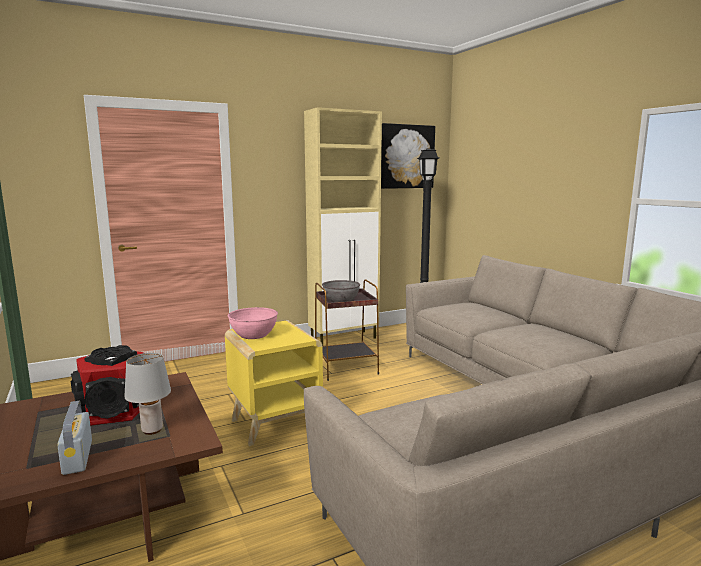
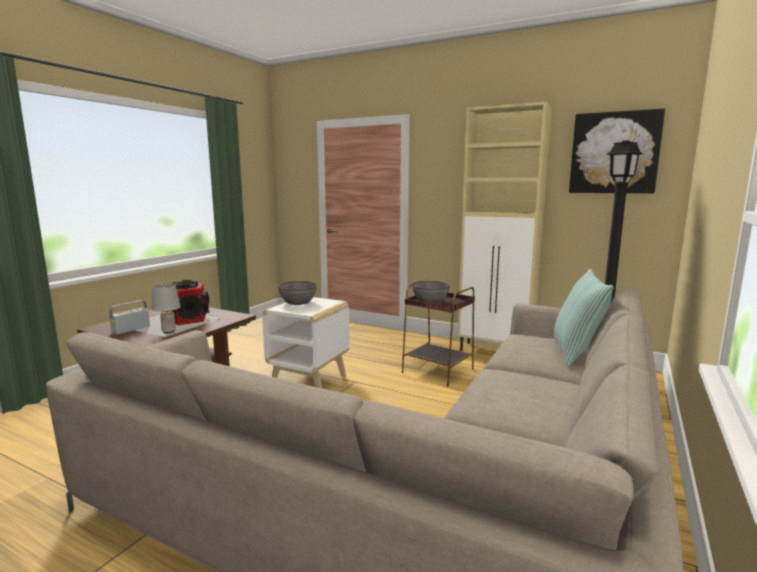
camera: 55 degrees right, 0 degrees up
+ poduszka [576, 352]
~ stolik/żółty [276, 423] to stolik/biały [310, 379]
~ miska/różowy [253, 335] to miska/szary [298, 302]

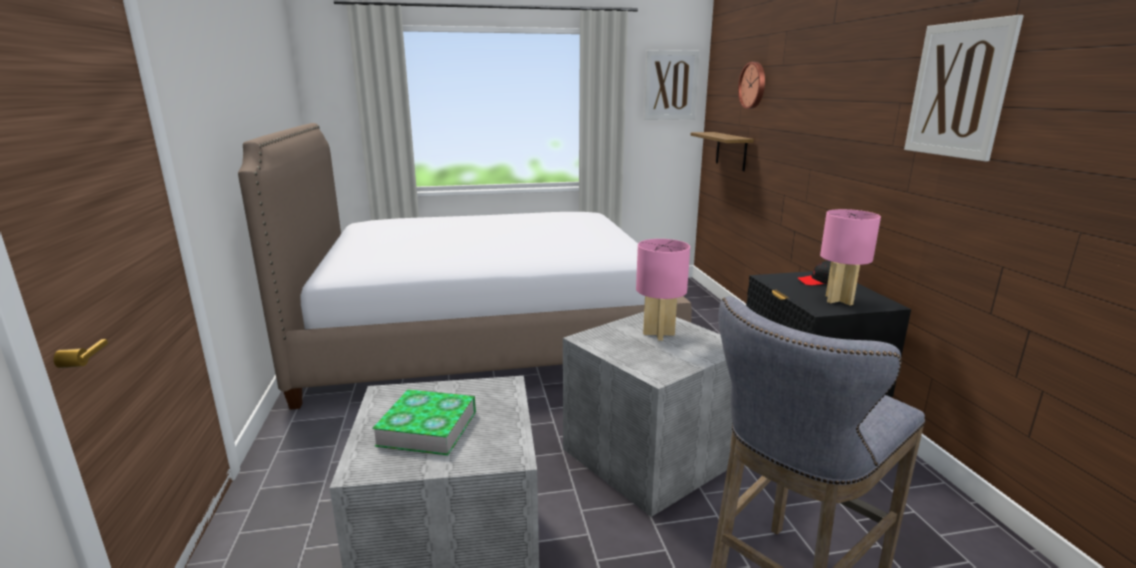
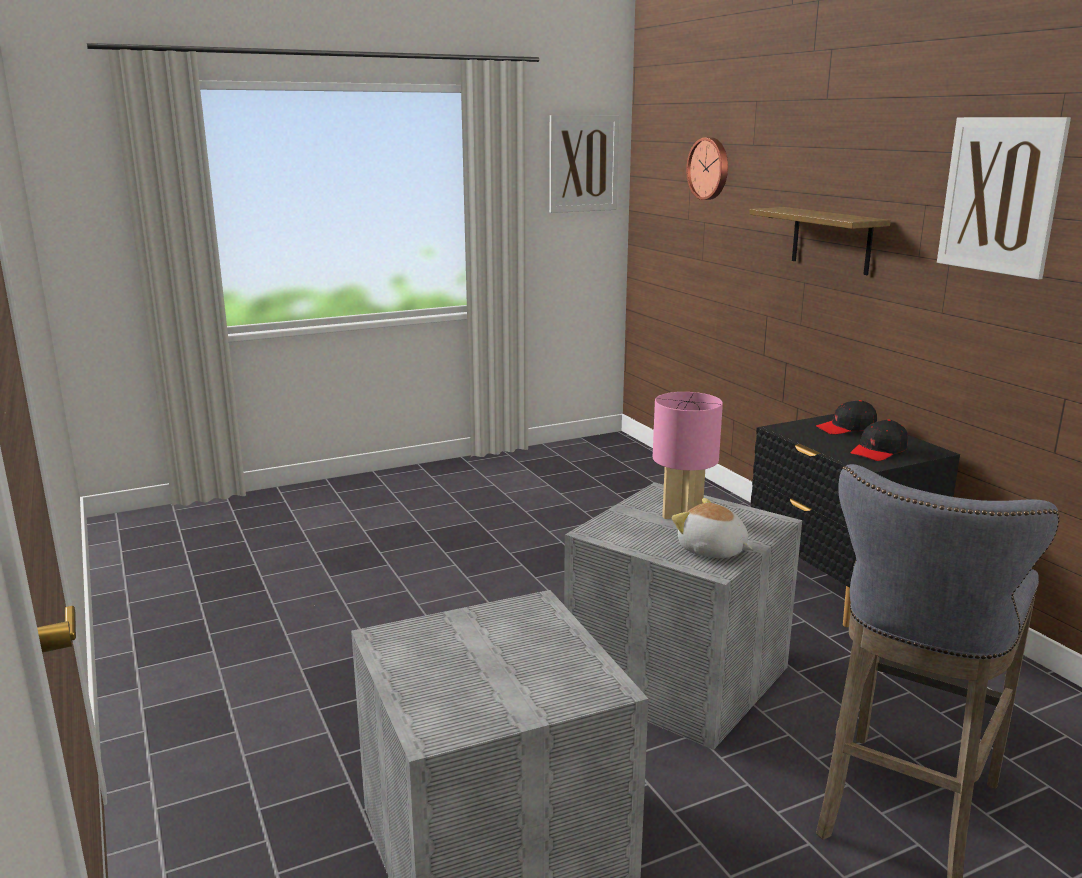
camera: 15 degrees left, 0 degrees up
- łóżko [486, 335]
- książka [427, 428]
+ pluszak [711, 550]
~ półka [731, 151] to [831, 240]
~ lampa stołowa/różowy [839, 300] to czapka z daszkiem/czarny [879, 451]

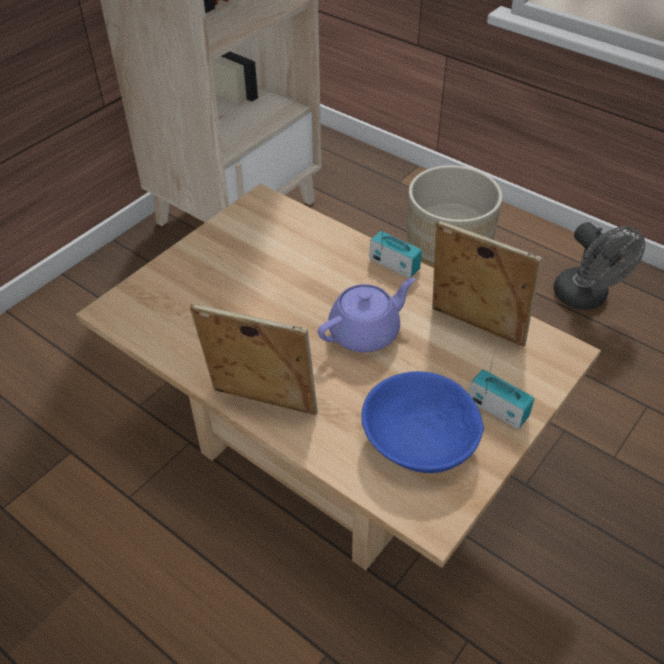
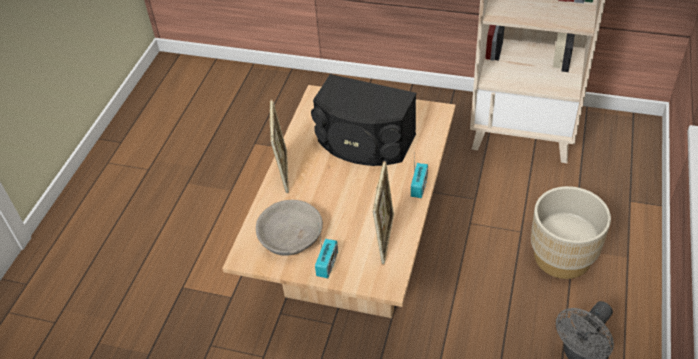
camera: 70 degrees right, 0 degrees up
- imbryk/fioletowy [365, 332]
+ głośnik/czarny [364, 143]
~ miska/niebieski [419, 438] to miska/szary [291, 237]

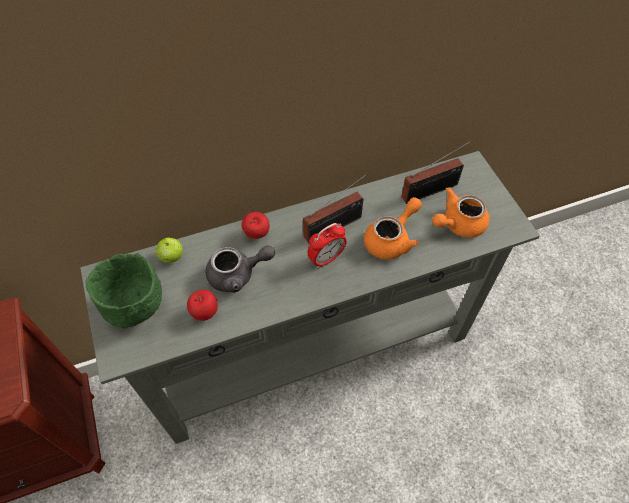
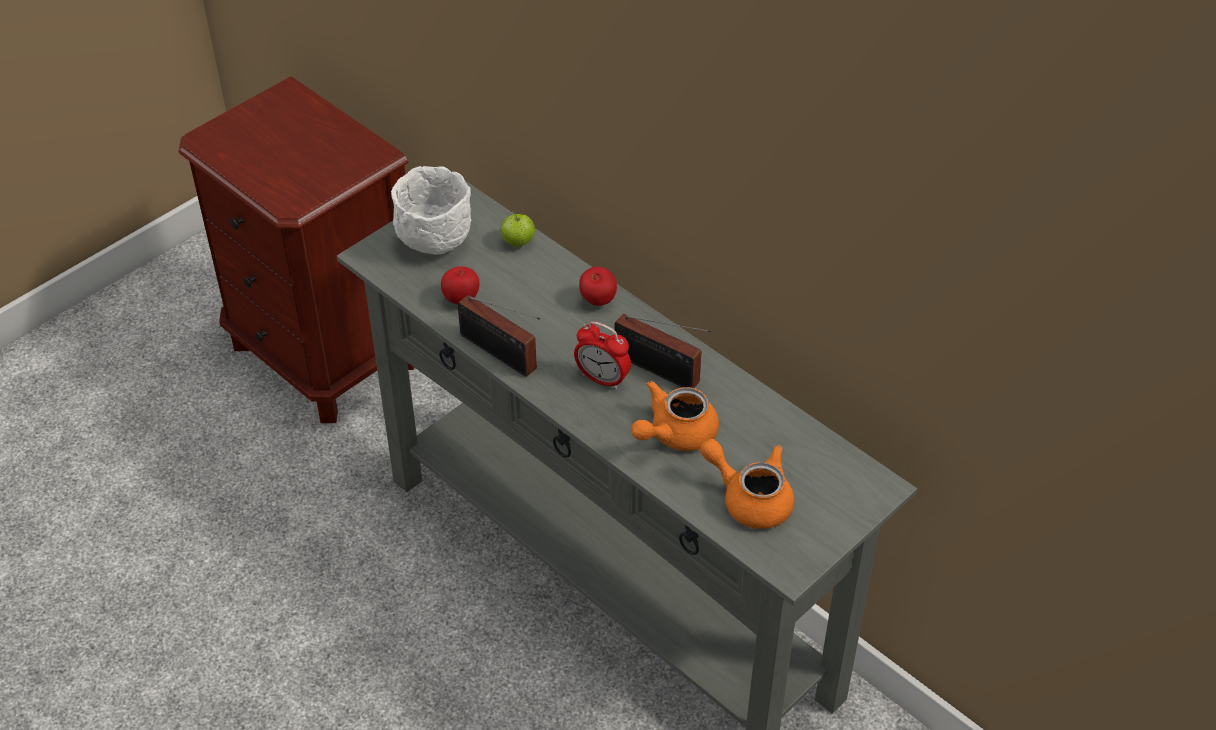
camera: 65 degrees right, 10 degrees down
- imbryk/szary [238, 274]
~ radio [433, 190] to [501, 355]
~ miska/zielony [136, 309] to miska/biały [433, 244]
~ imbryk/pomarańczowy [391, 239] = [674, 434] 120 degrees clockwise

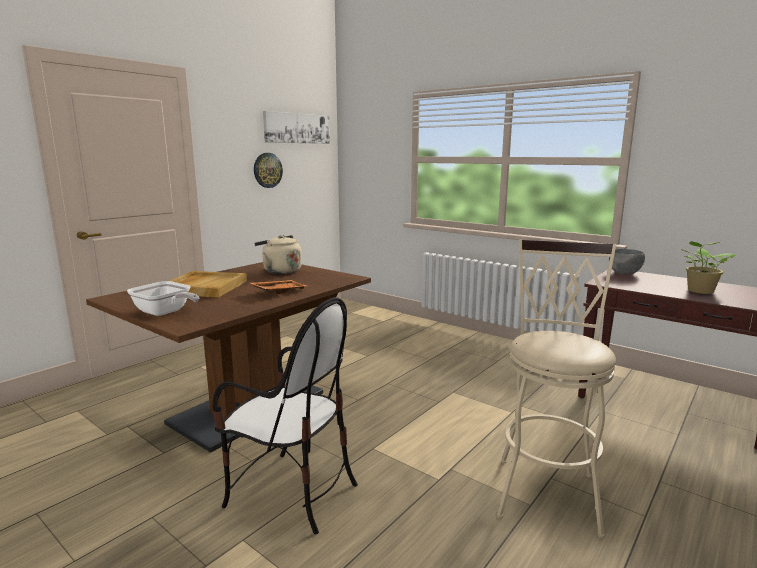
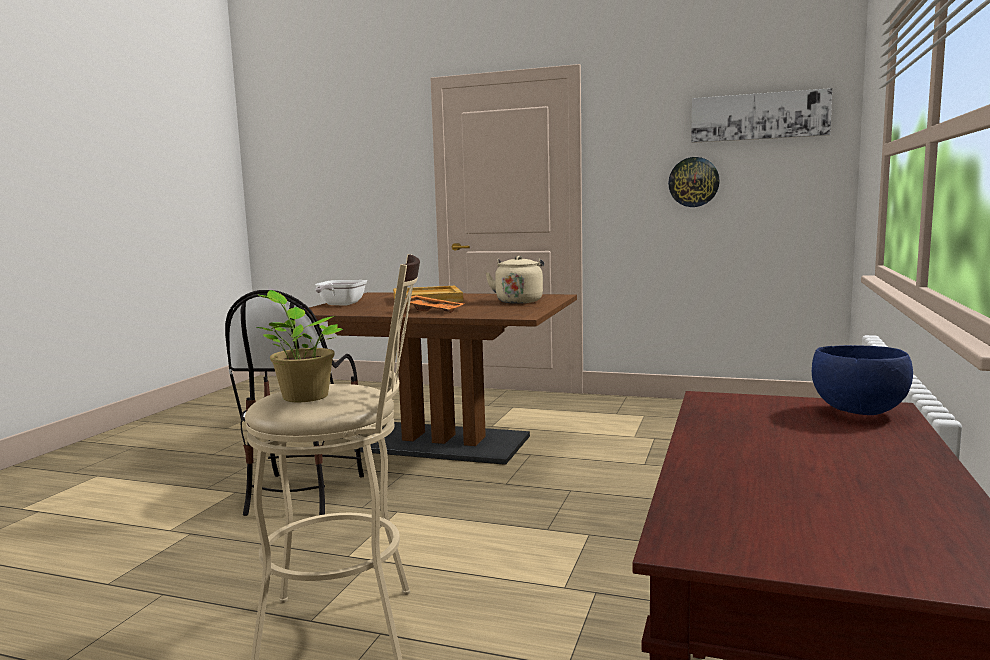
camera: 70 degrees right, 5 degrees down
~ roślina doniczkowa [699, 291] to [303, 396]
~ miska/szary [624, 273] to miska/niebieski [859, 412]

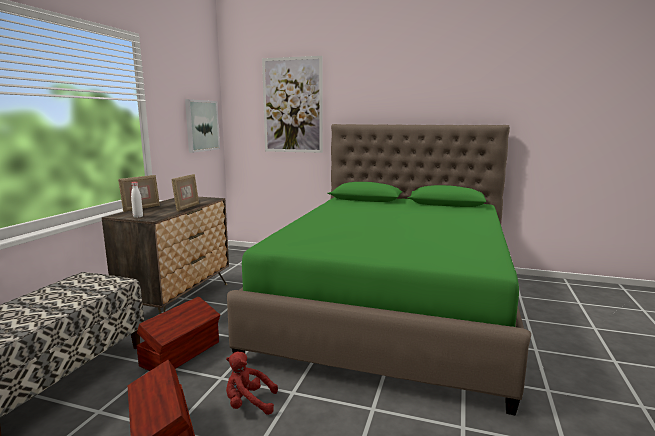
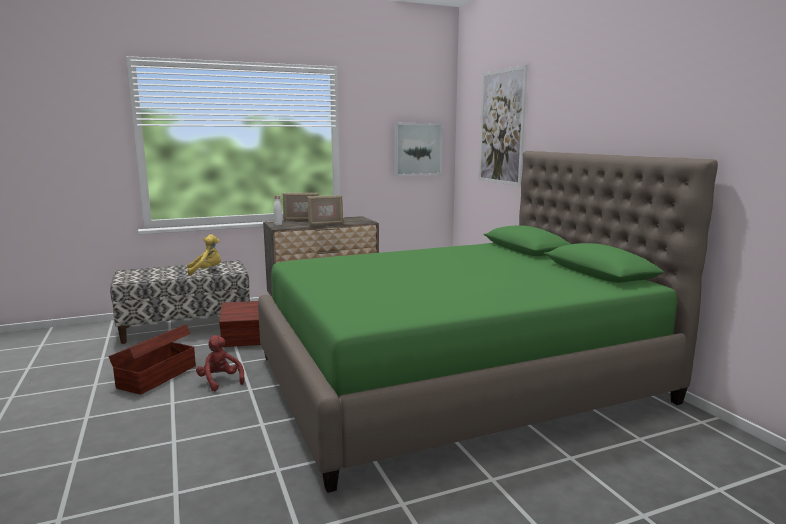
camera: 50 degrees right, 0 degrees up
+ pluszak/żółty [206, 271]

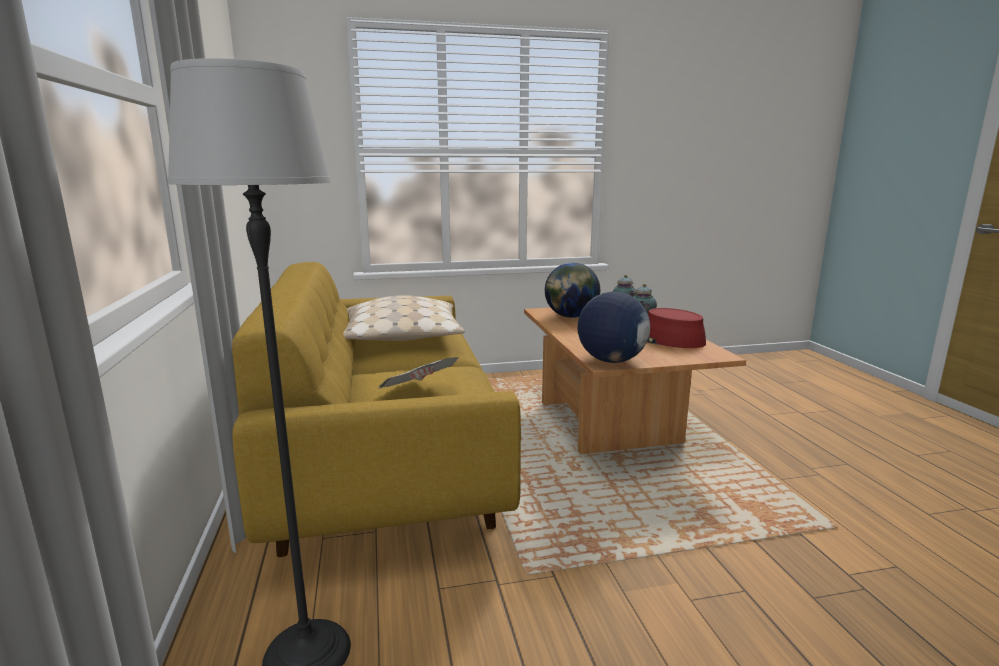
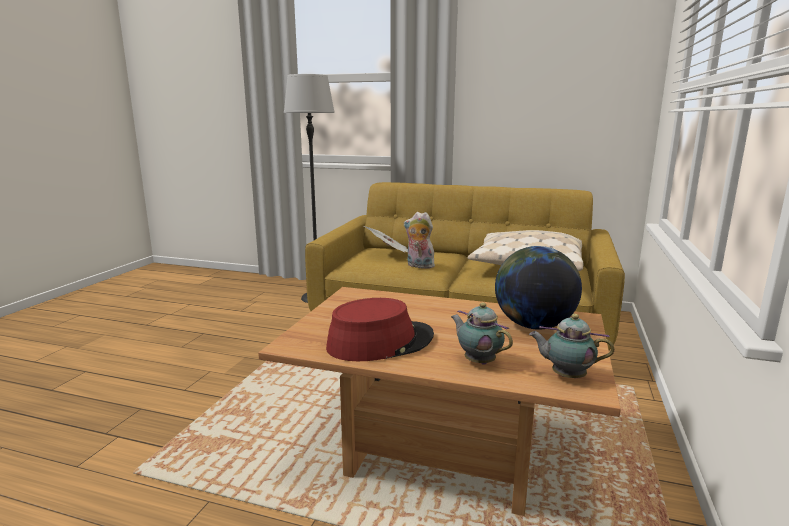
camera: 120 degrees right, 0 degrees up
- globus [611, 361]
+ pluszak [419, 266]

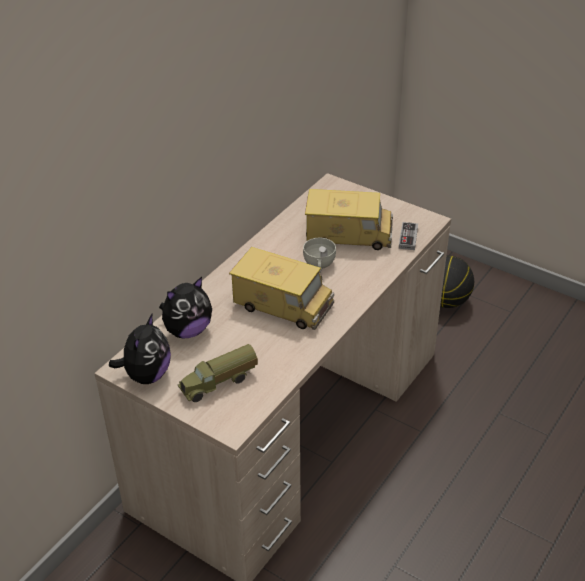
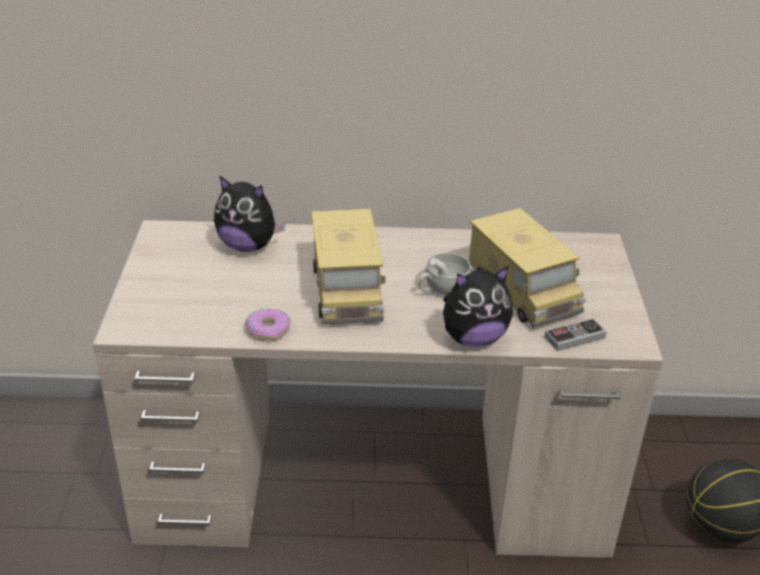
camera: 55 degrees right, 5 degrees down
- ciężarówka zabawkowa [219, 383]
+ donut [268, 329]
~ pluszak [146, 375] to [473, 338]

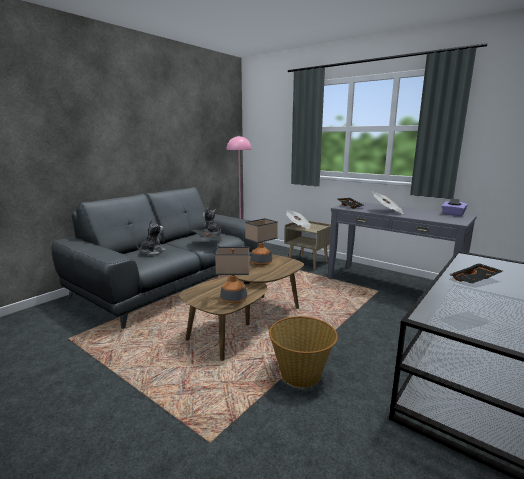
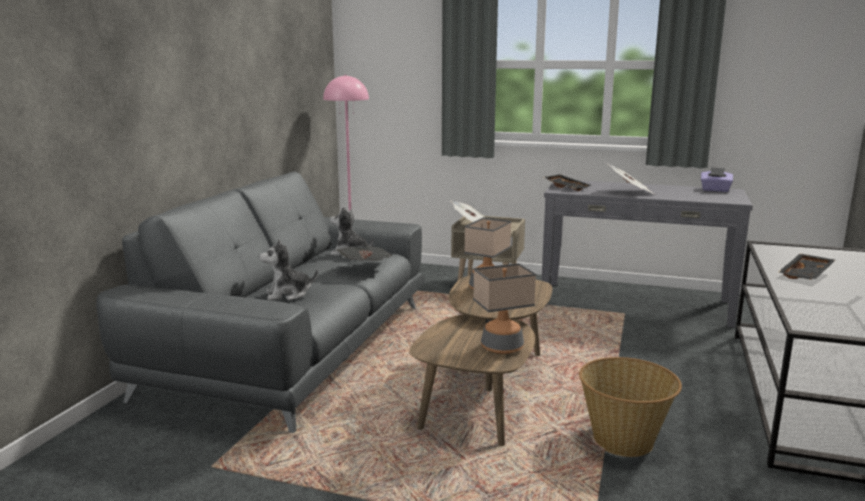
camera: 20 degrees left, 0 degrees up
~ pluszak [152, 252] = [288, 294] 120 degrees counterclockwise

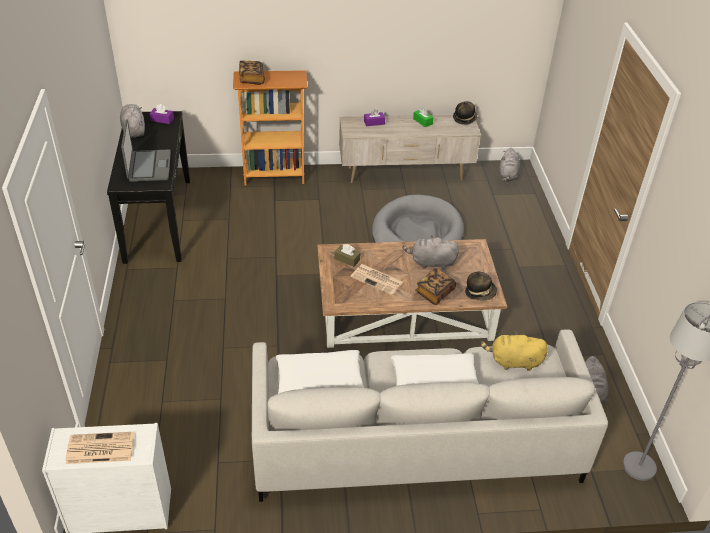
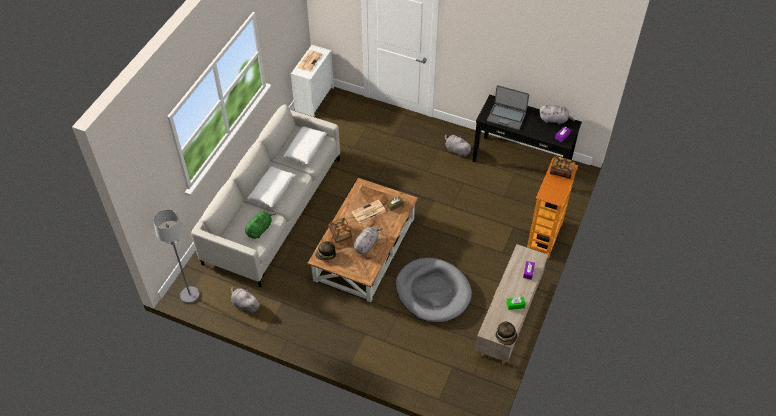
camera: 120 degrees right, 10 degrees up
~ pluszak/szary [508, 175] to [456, 150]
~ pluszak/żółty [513, 362] to pluszak/zielony [260, 229]

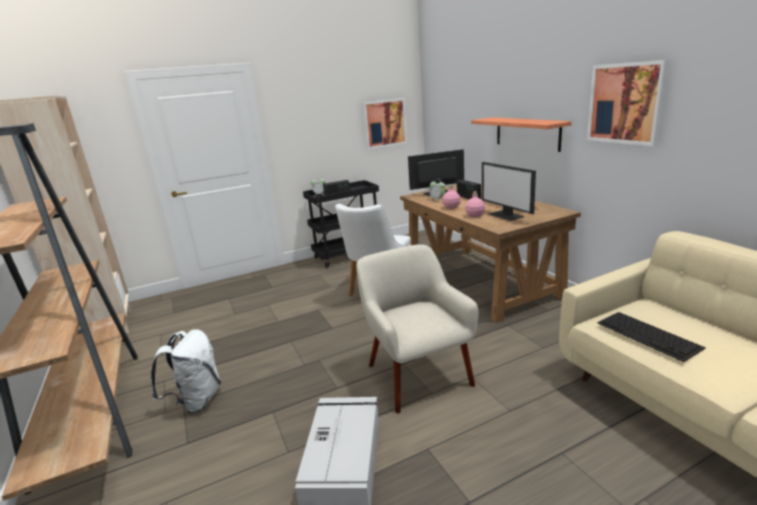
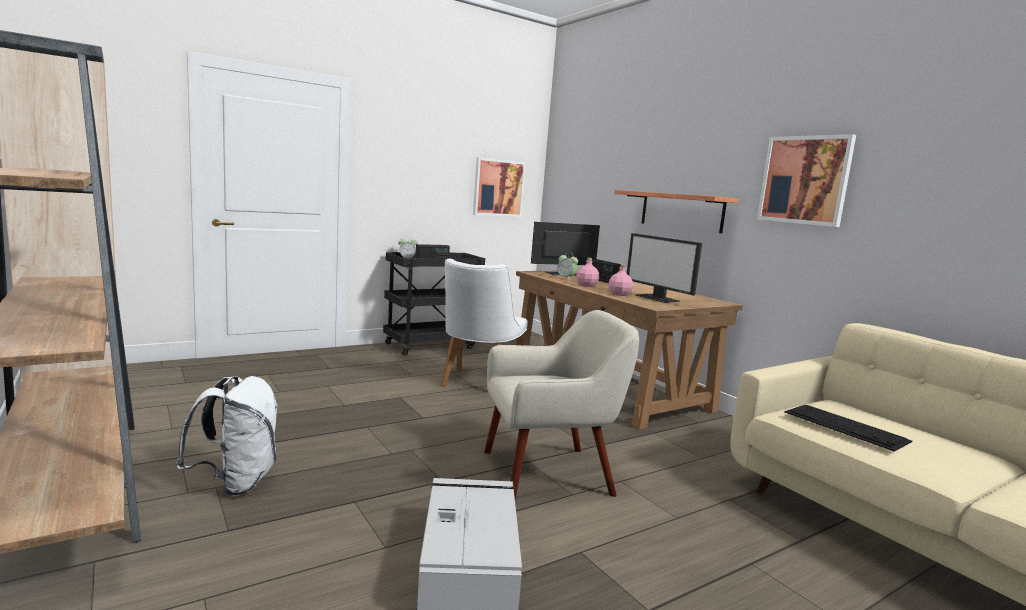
camera: 10 degrees left, 10 degrees down
~ fotel/beżowy [417, 374] = [549, 473] 105 degrees clockwise

